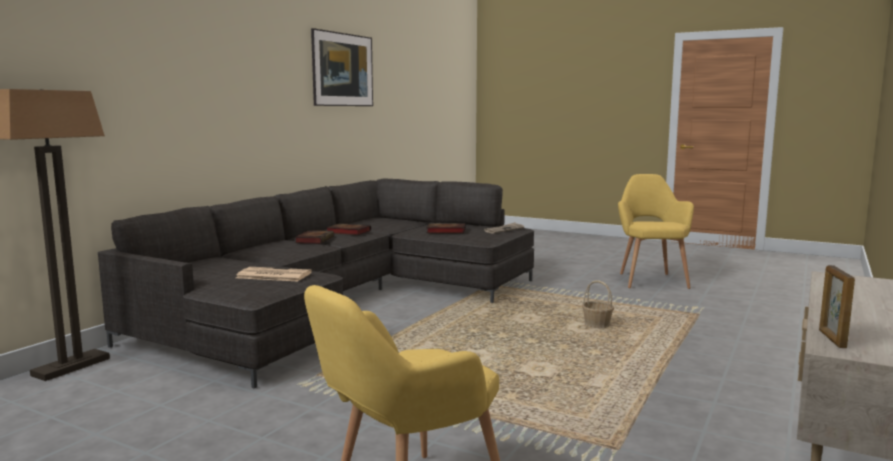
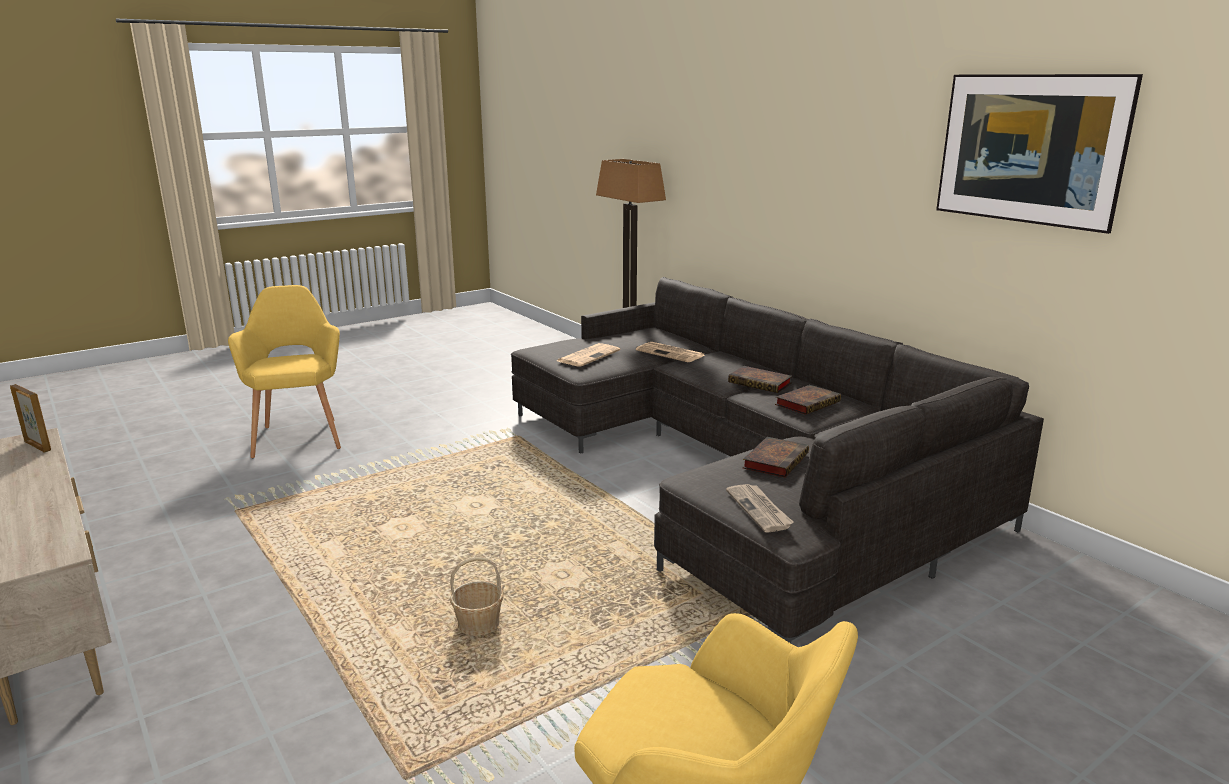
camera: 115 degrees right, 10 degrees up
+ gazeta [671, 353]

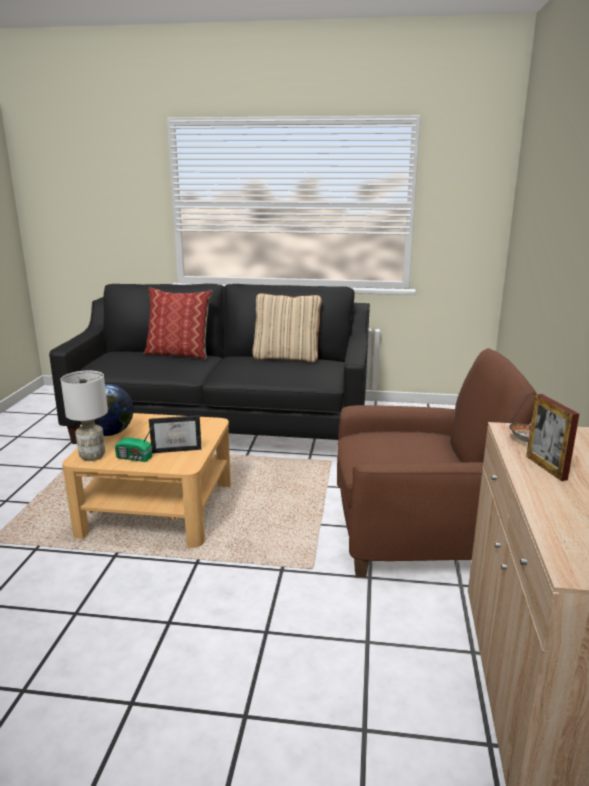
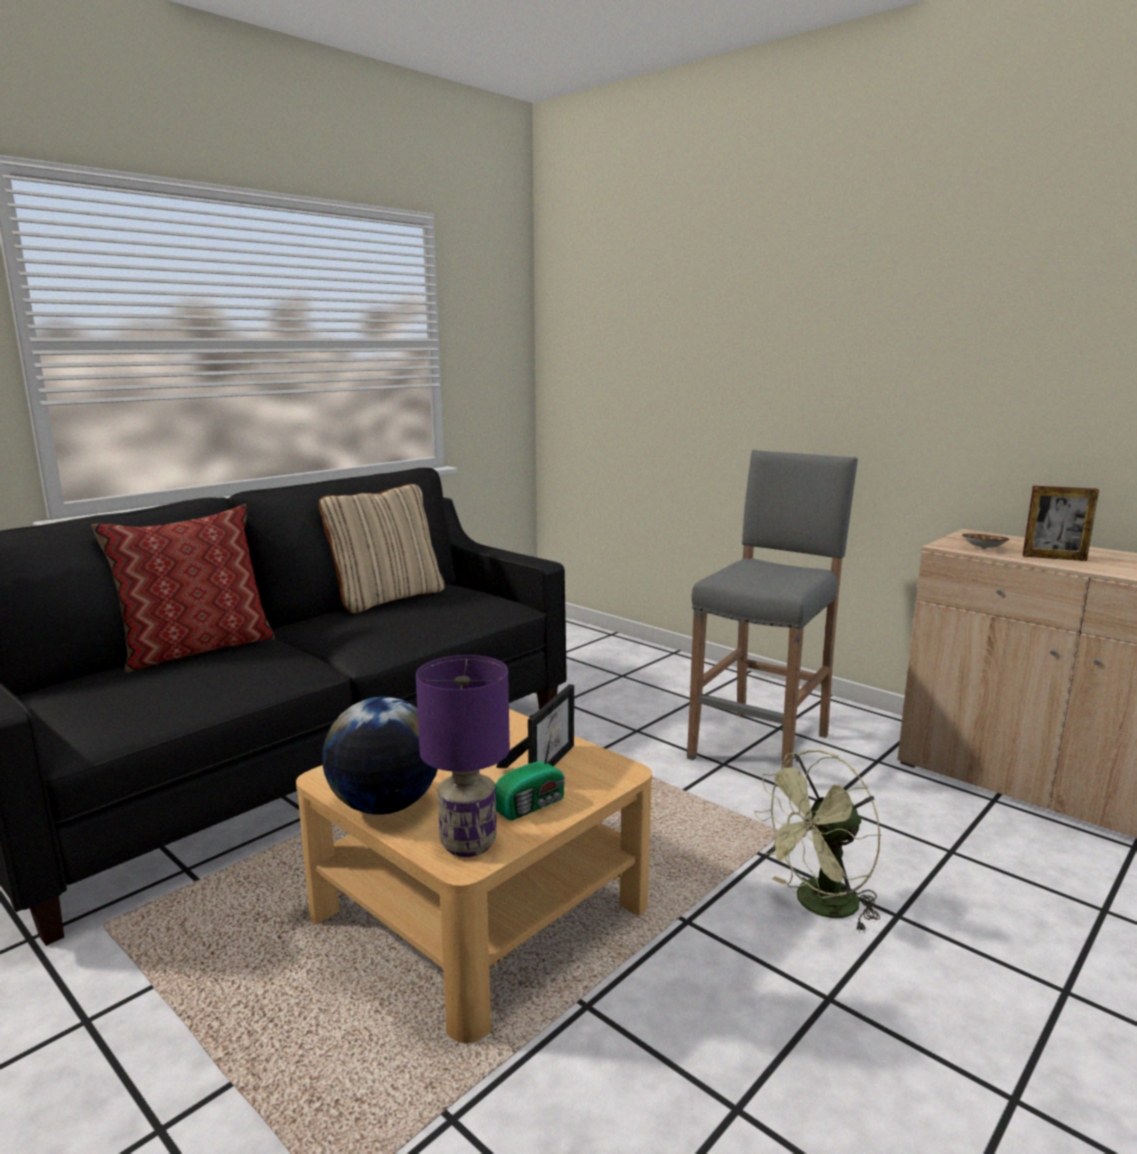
camera: 55 degrees left, 5 degrees down
+ wentylator/zielony [818, 906]
~ fotel/brązowy [415, 534] to stołek/szary [762, 745]
~ lampa stołowa/biały [93, 456] to lampa stołowa/fioletowy [469, 843]

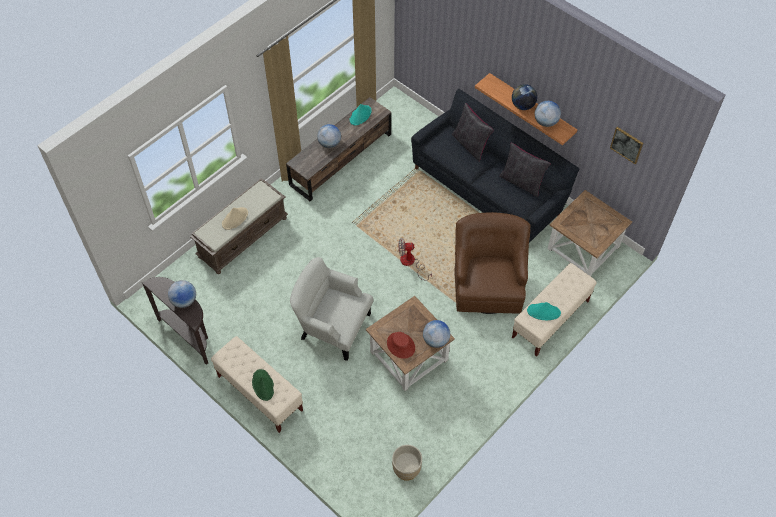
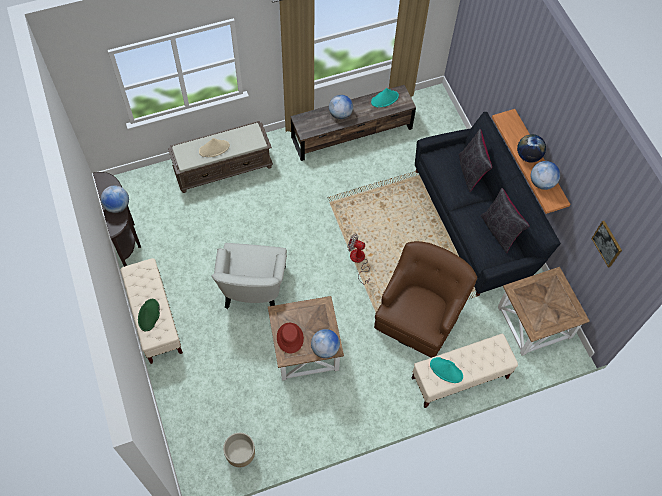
camera: 25 degrees right, 5 degrees up
~ fotel/biały [333, 327] = [253, 288] 135 degrees counterclockwise

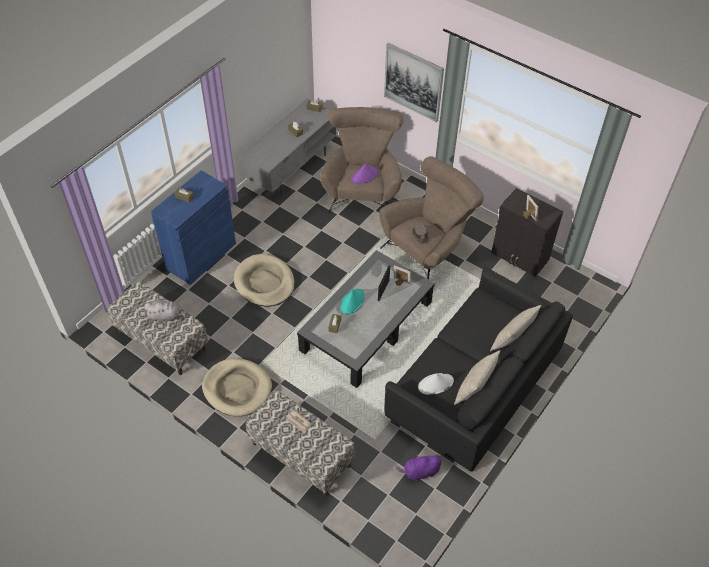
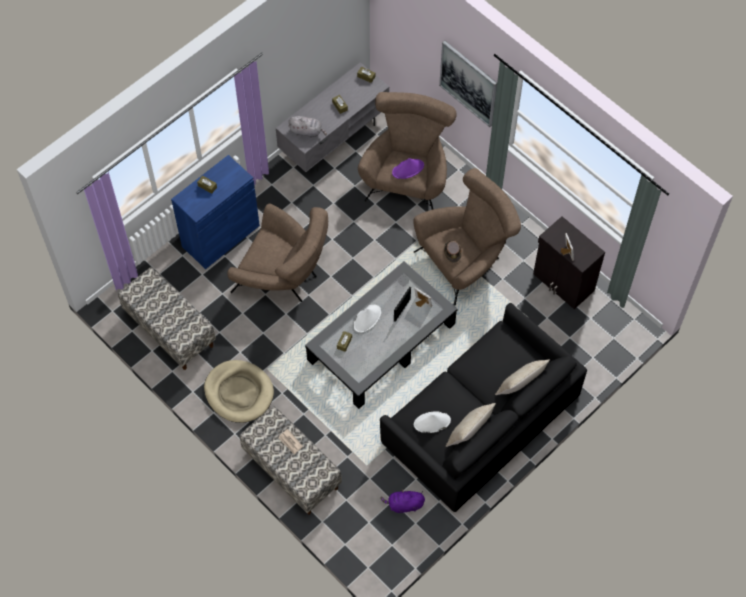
camera: 10 degrees right, 10 degrees up
~ pluszak/szary [166, 316] to [307, 131]
~ legowisko/beżowy [264, 282] to fotel/brązowy [283, 277]
~ kapelusz/turkusowy [352, 302] to kapelusz/biały [367, 318]

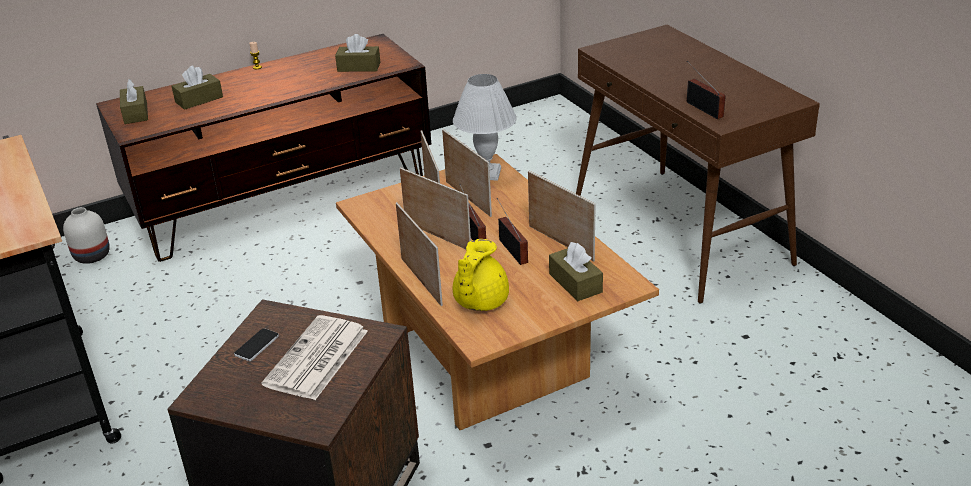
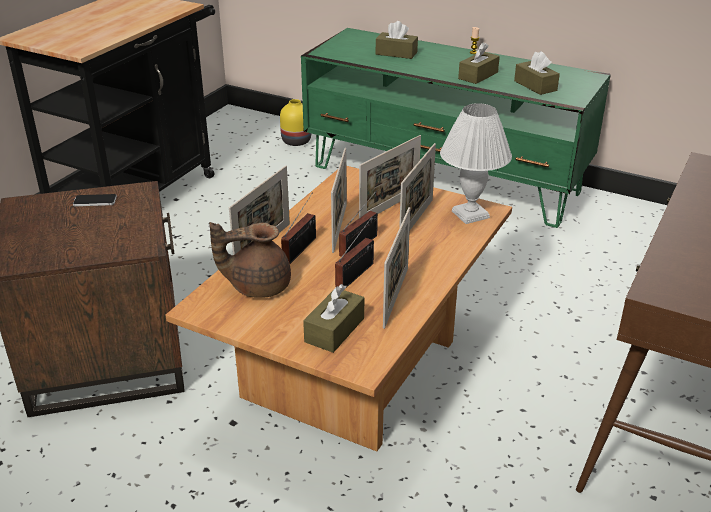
camera: 55 degrees right, 0 degrees up
- gazeta [316, 359]
~ pudełko chusteczek/brązowy [135, 113] to [478, 75]
~ radio [703, 108] to [301, 248]
~ wazon/biały [92, 255] to wazon/żółty [297, 141]
~ szafka pod telewizor/brązowy [285, 201] to szafka pod telewizor/zielony [444, 179]
~ imbryk/żółty [479, 301] to imbryk/brązowy [257, 286]

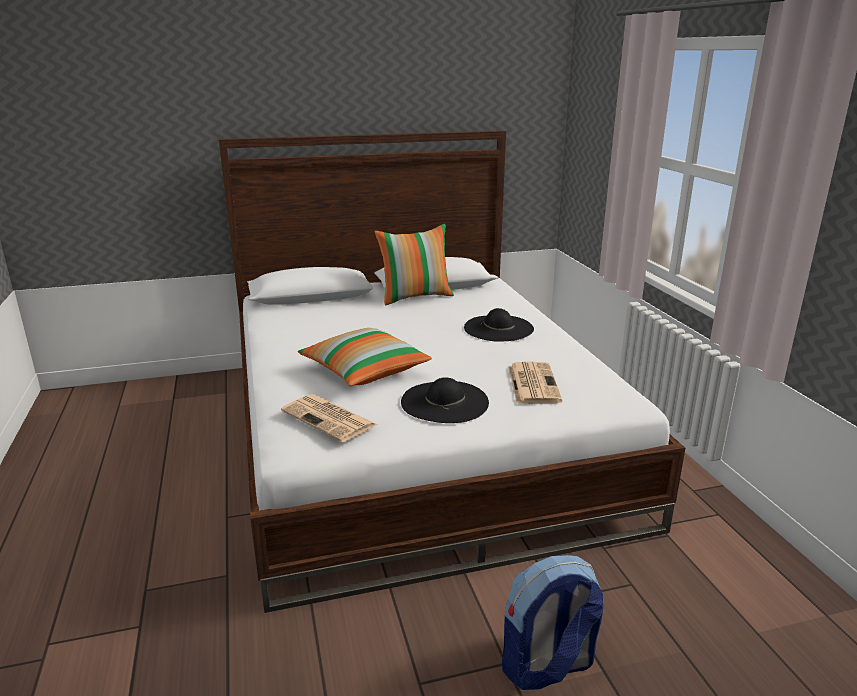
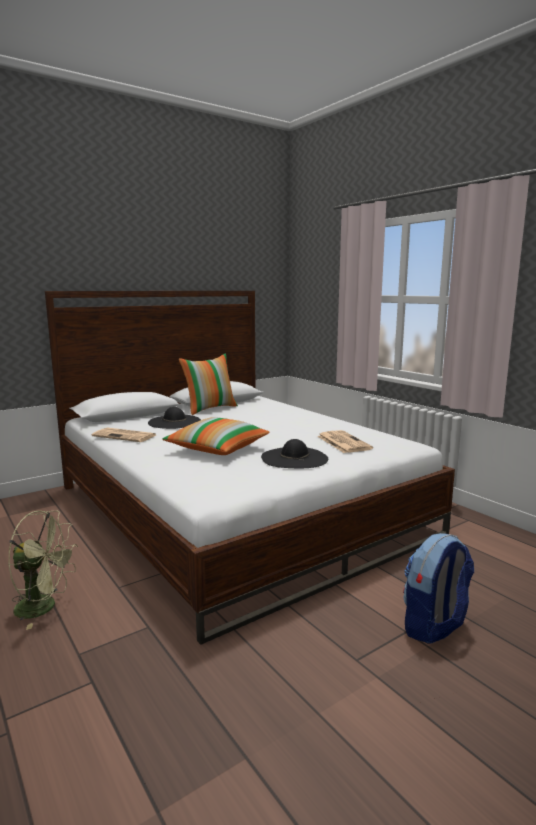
camera: 20 degrees left, 10 degrees down
+ wentylator/zielony [44, 607]
~ gazeta [330, 418] to [125, 436]
~ kapelusz/czarny [499, 328] to [175, 422]

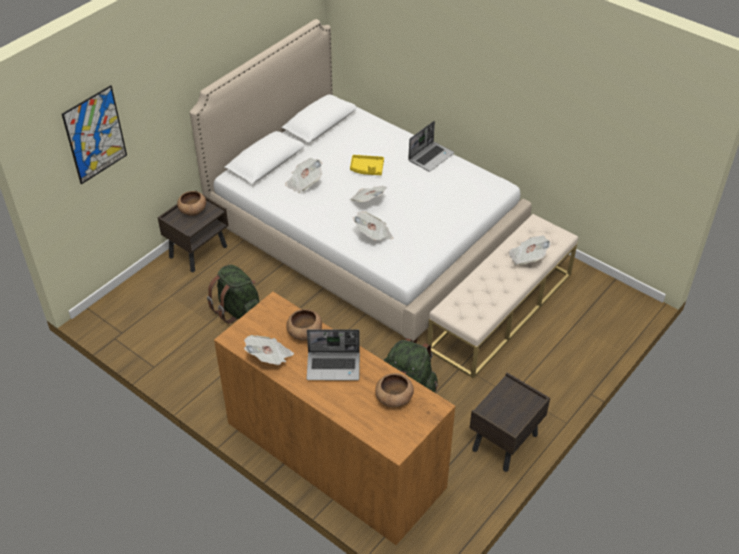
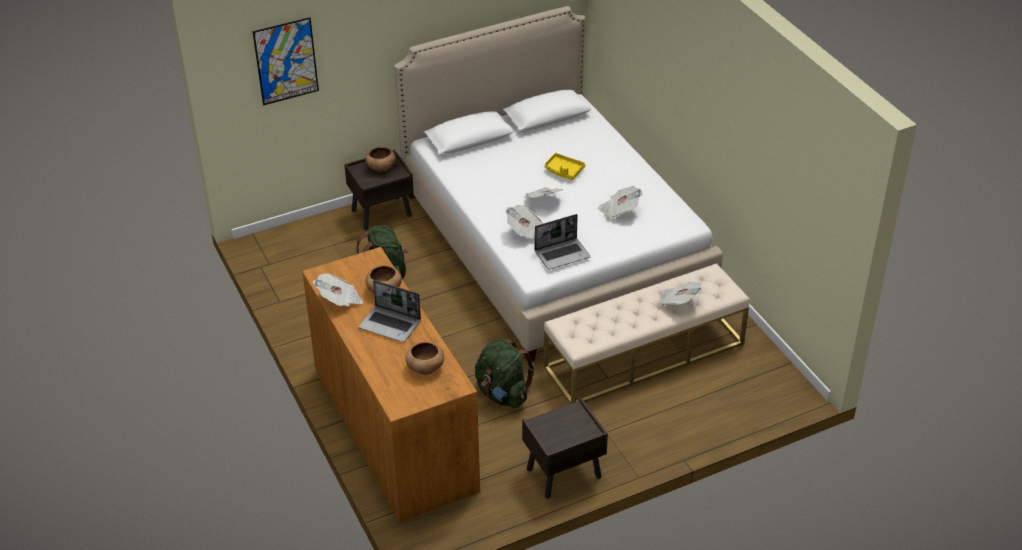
camera: 25 degrees right, 5 degrees down
~ gazeta [304, 183] to [619, 211]
~ laptop [431, 157] to [562, 254]

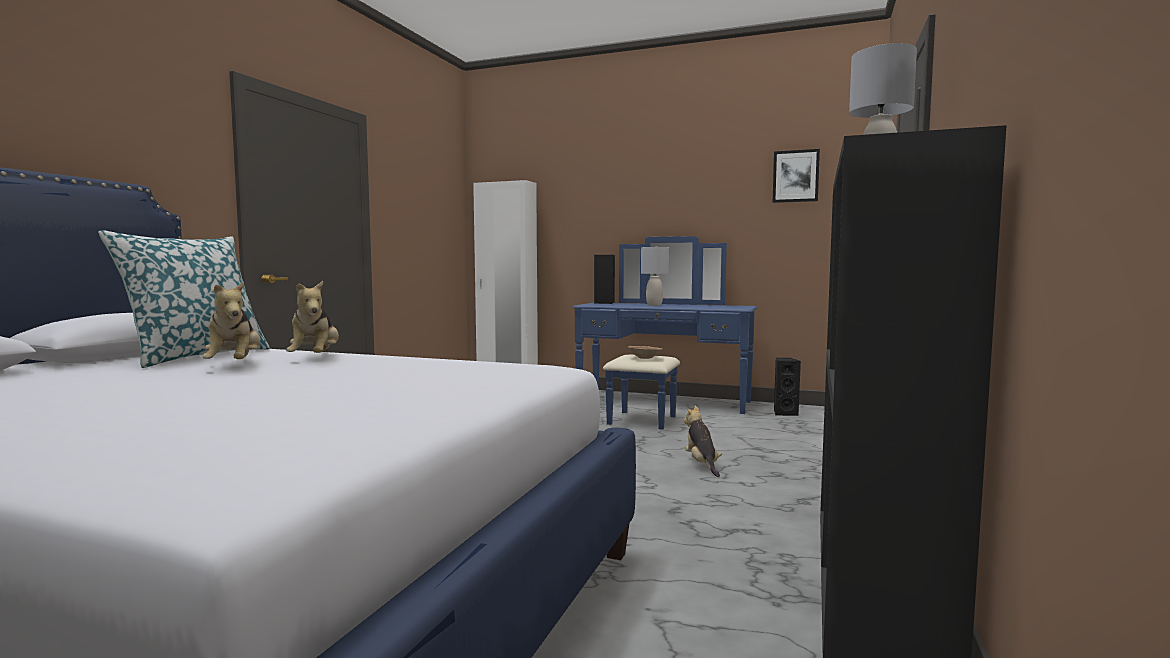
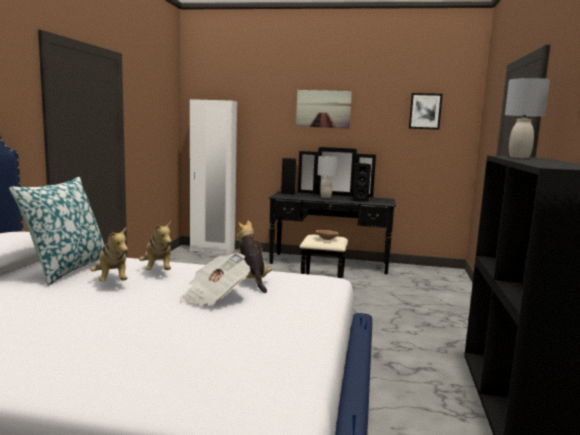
camera: 10 degrees left, 5 degrees up
+ gazeta [214, 296]
+ obraz [323, 109]
~ pluszak [702, 464] to [252, 280]
~ głośnik/czarny [784, 413] to [359, 200]
~ komoda/niebieski [659, 405] to komoda/czarny [328, 267]

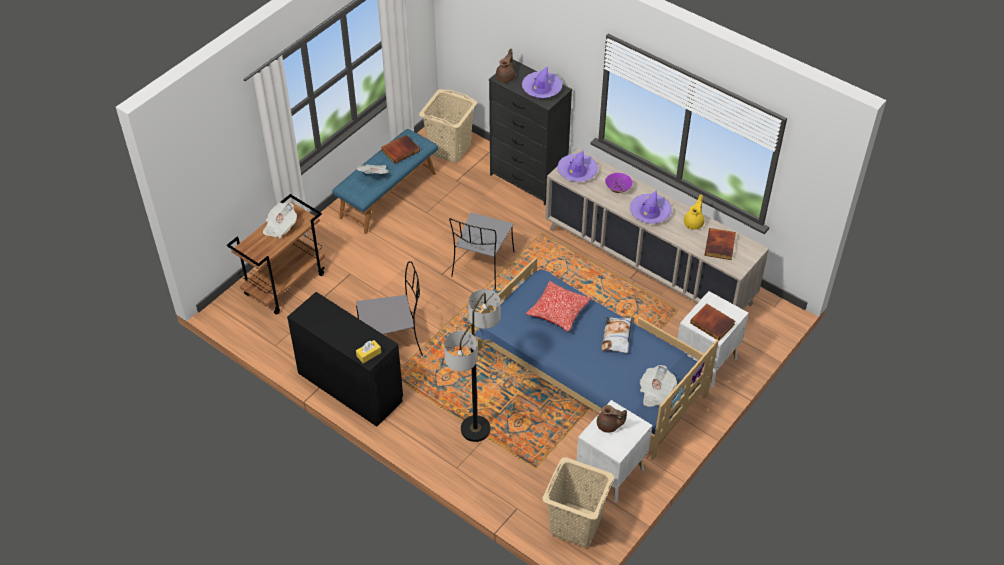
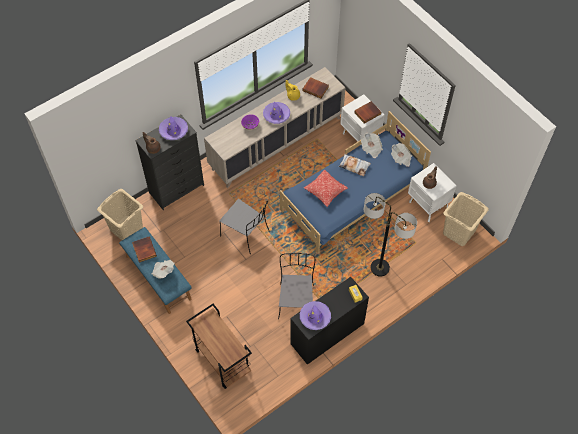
camera: 75 degrees left, 10 degrees up
~ gazeta [280, 227] to [371, 149]
~ kapelusz/fioletowy [577, 171] to [315, 317]

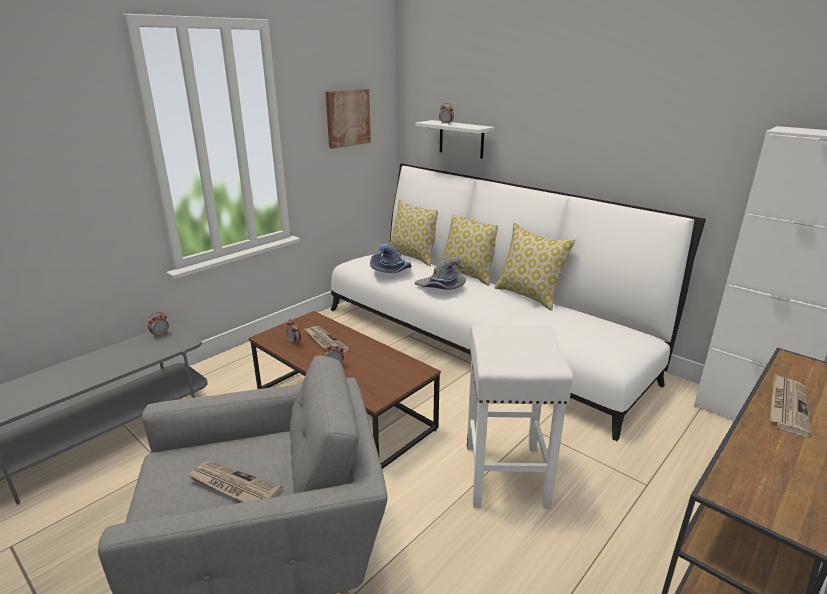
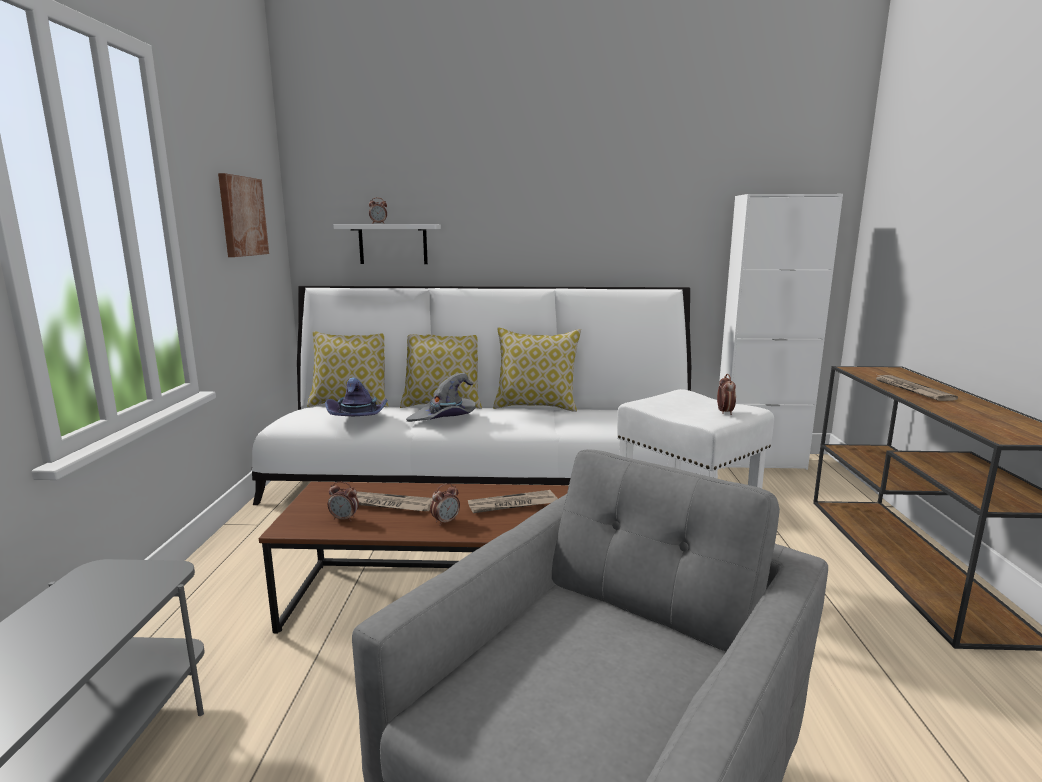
camera: 40 degrees left, 10 degrees down
~ budzik [160, 335] to [724, 412]
~ gazeta [233, 486] to [512, 505]

